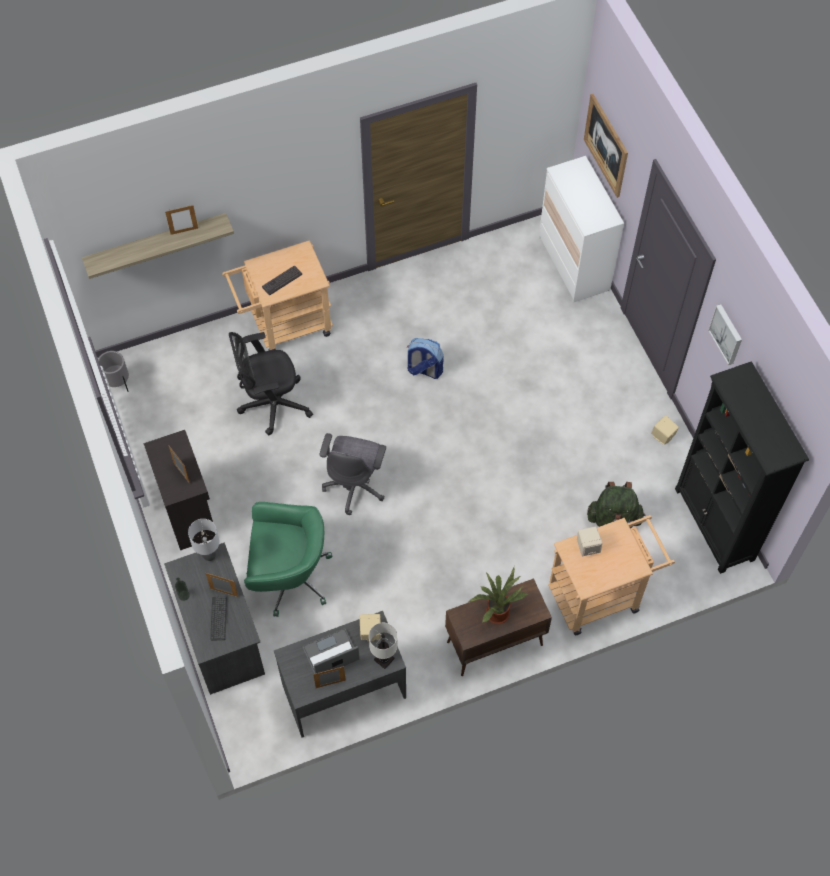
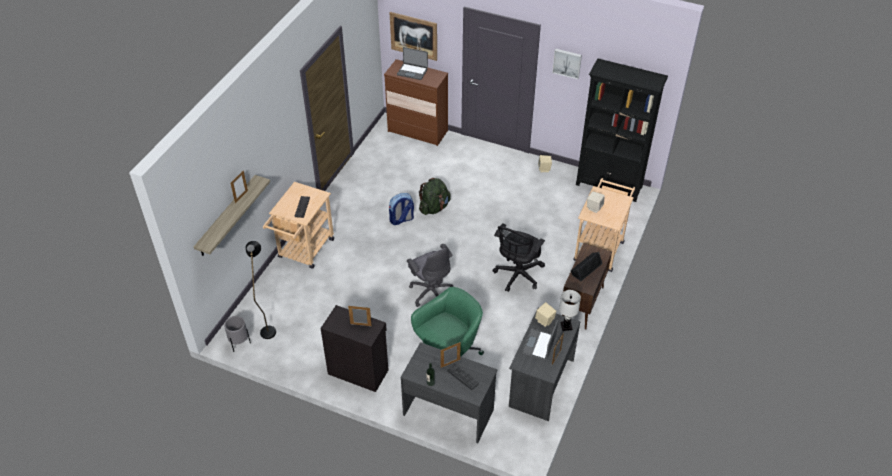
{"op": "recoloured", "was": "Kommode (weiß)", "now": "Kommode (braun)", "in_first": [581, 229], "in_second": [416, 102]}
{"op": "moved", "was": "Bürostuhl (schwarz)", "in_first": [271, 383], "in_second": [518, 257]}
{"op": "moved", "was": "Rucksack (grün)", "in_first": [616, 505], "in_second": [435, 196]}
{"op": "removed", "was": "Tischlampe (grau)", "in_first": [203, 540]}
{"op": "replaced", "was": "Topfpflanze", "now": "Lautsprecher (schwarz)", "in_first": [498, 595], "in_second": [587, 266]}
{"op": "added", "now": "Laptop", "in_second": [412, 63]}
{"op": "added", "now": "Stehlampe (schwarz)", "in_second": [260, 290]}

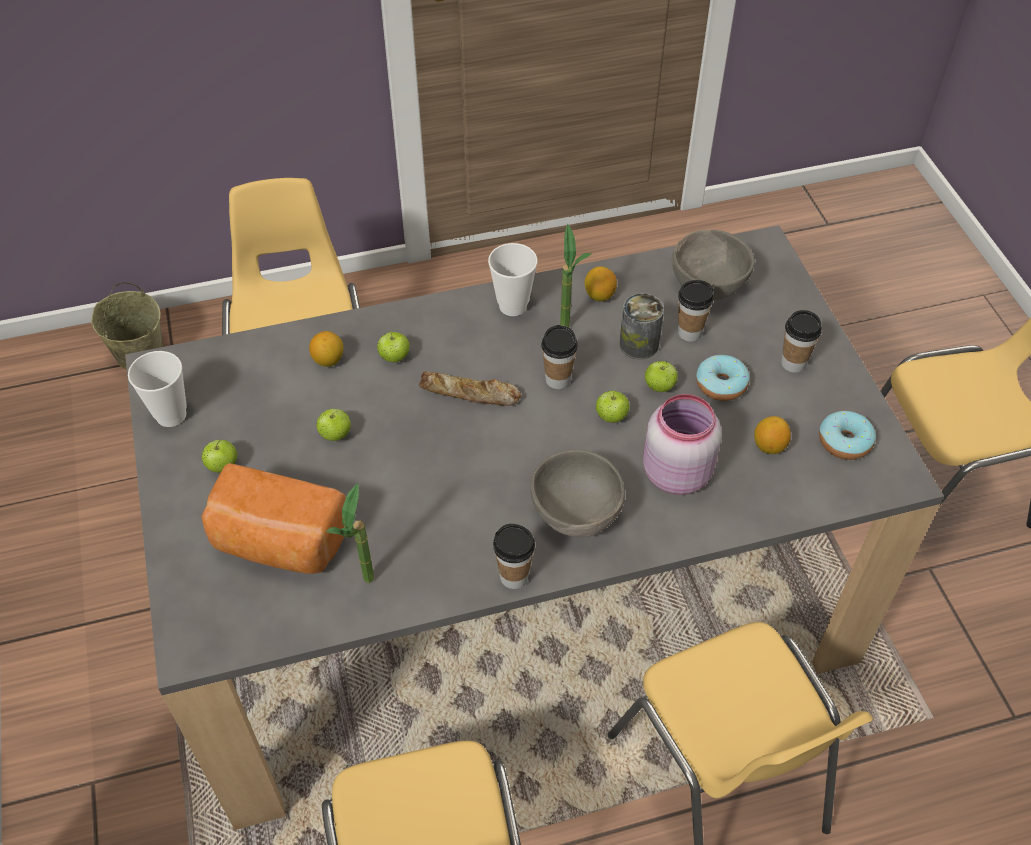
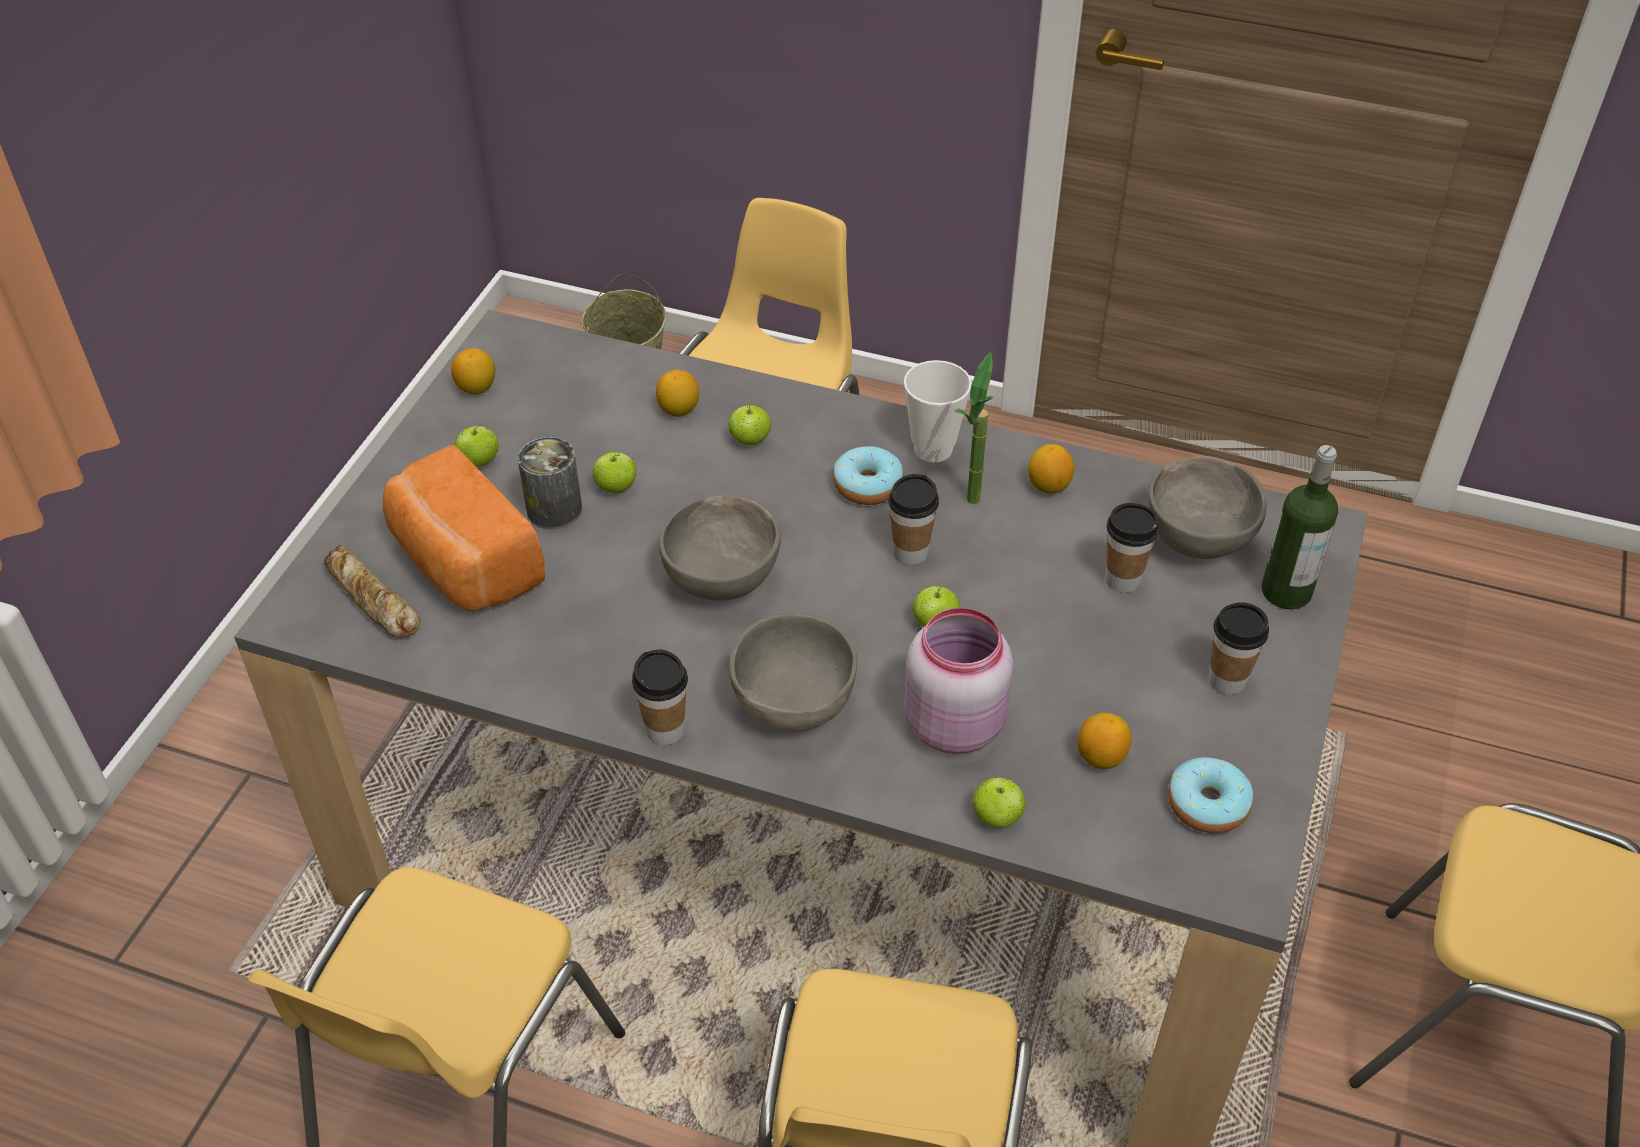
{"op": "moved", "was": "Dose", "in_first": [641, 326], "in_second": [550, 483]}
{"op": "replaced", "was": "Tasse", "now": "Zitrone", "in_first": [157, 389], "in_second": [473, 371]}
{"op": "moved", "was": "Donut", "in_first": [722, 378], "in_second": [868, 475]}
{"op": "moved", "was": "Apfel", "in_first": [661, 376], "in_second": [999, 802]}
{"op": "moved", "was": "Brot", "in_first": [470, 388], "in_second": [372, 591]}
{"op": "removed", "was": "Topfpflanze", "in_first": [349, 533]}
{"op": "added", "now": "Flasche", "in_second": [1299, 527]}
{"op": "added", "now": "Schüssel (grau)", "in_second": [720, 548]}

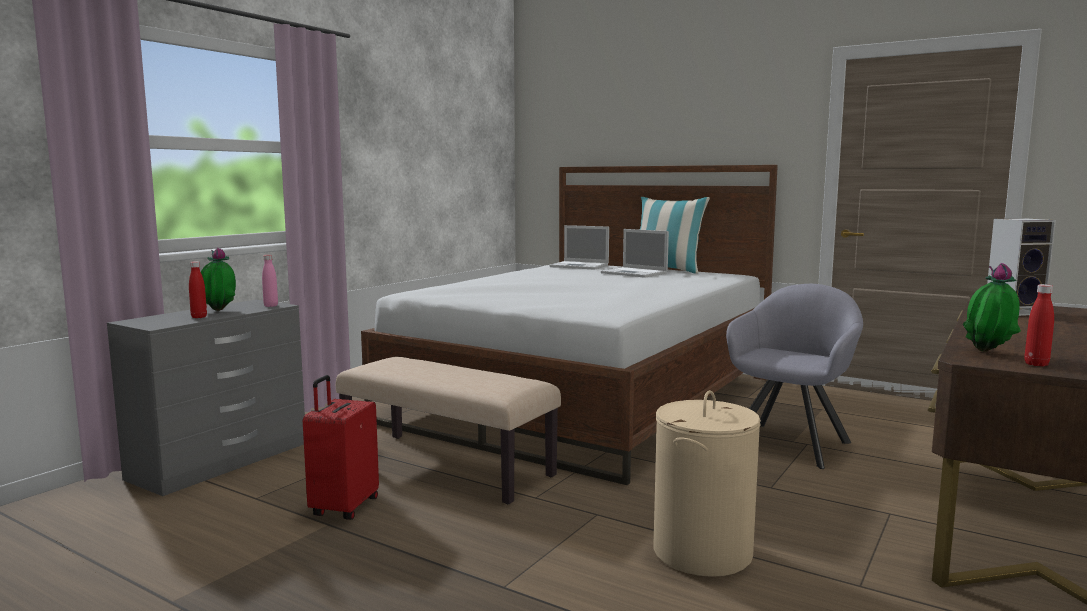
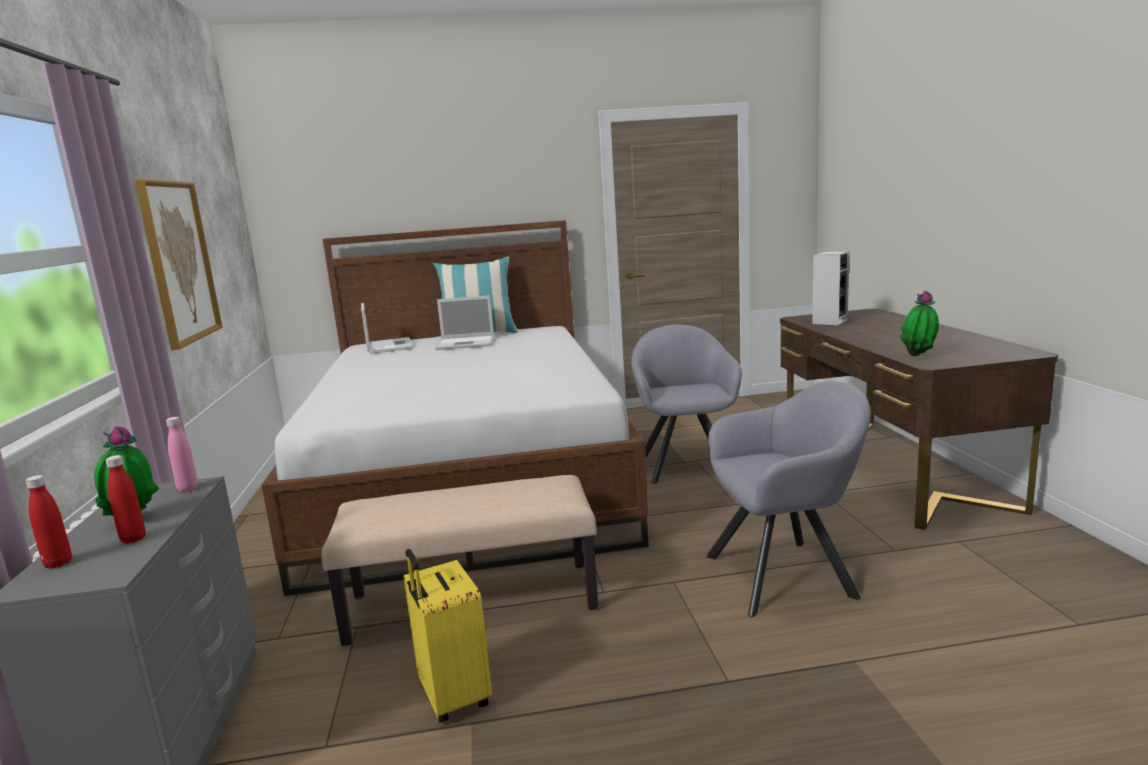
{"op": "turned", "was": "Laptop", "in_first": [579, 247], "in_second": [387, 328], "clockwise": -90}
{"op": "moved", "was": "Flasche (rot)", "in_first": [1039, 325], "in_second": [48, 522]}
{"op": "recoloured", "was": "Koffer (rot)", "now": "Koffer (gelb)", "in_first": [341, 447], "in_second": [447, 636]}
{"op": "replaced", "was": "Wäschekorb (beige)", "now": "Sessel (grau)", "in_first": [707, 483], "in_second": [788, 499]}
{"op": "added", "now": "Bild", "in_second": [178, 264]}

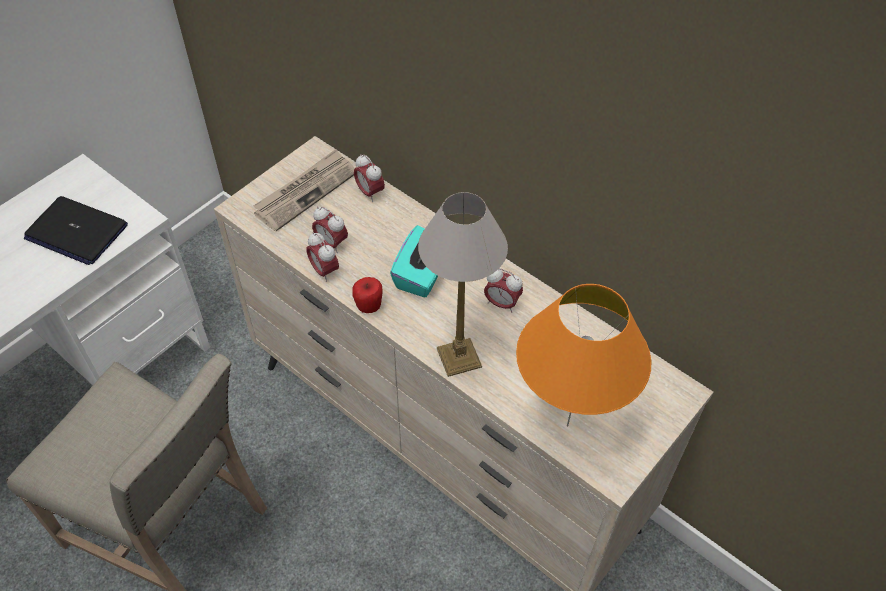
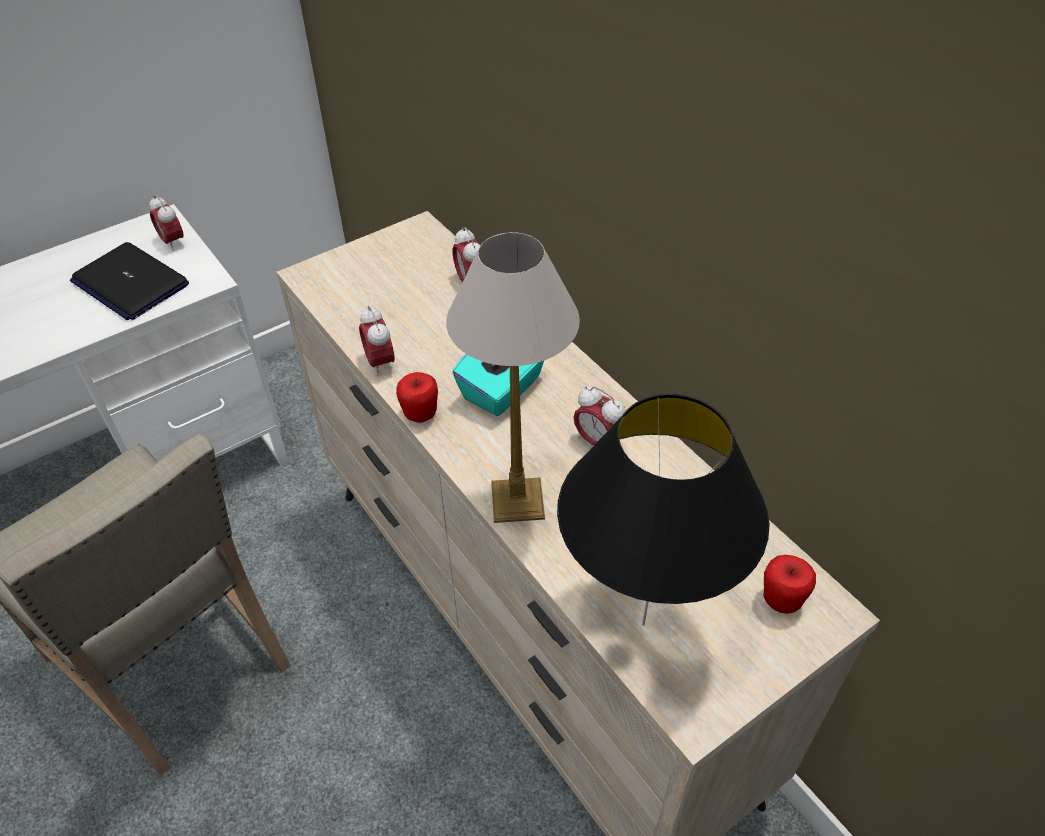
{"op": "removed", "was": "Zeitung", "in_first": [303, 190]}
{"op": "moved", "was": "Wecker", "in_first": [330, 230], "in_second": [166, 223]}
{"op": "recoloured", "was": "Tischlampe (orange)", "now": "Tischlampe (schwarz)", "in_first": [583, 355], "in_second": [663, 509]}
{"op": "added", "now": "Apfel", "in_second": [789, 584]}

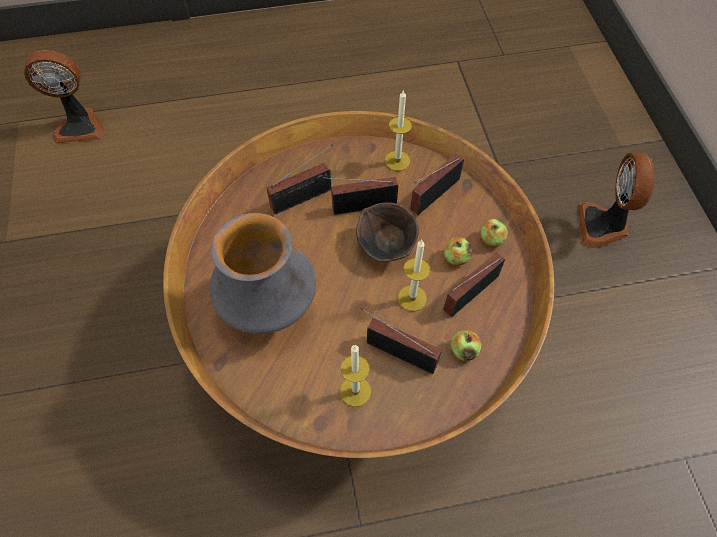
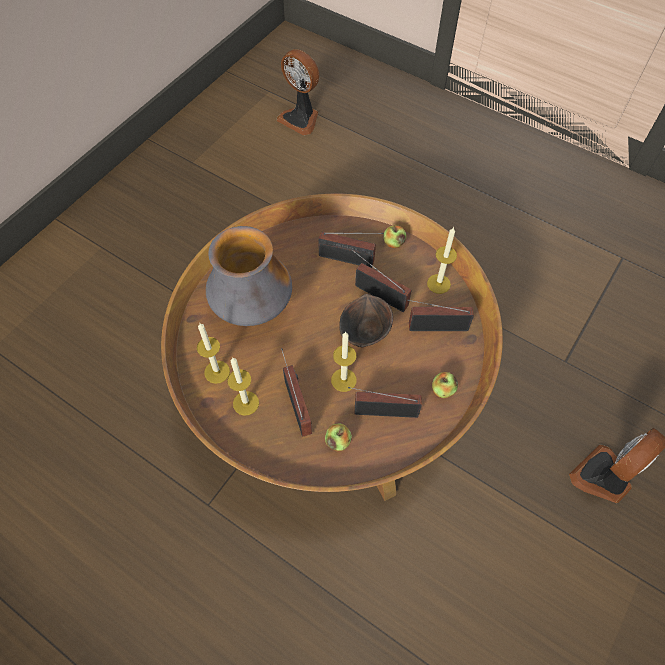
{"op": "moved", "was": "Apfel", "in_first": [458, 251], "in_second": [394, 236]}
{"op": "added", "now": "Kerze", "in_second": [213, 353]}

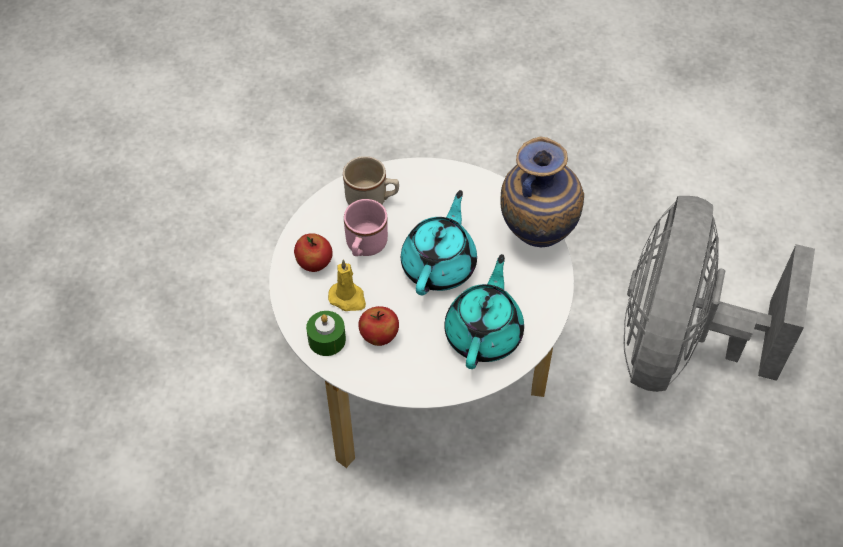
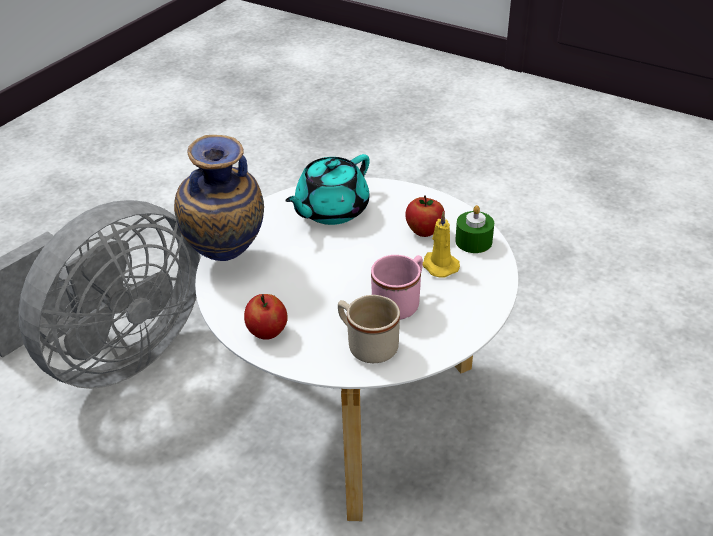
{"op": "removed", "was": "Teekanne (türkis)", "in_first": [439, 242]}
{"op": "moved", "was": "Apfel", "in_first": [313, 252], "in_second": [266, 317]}

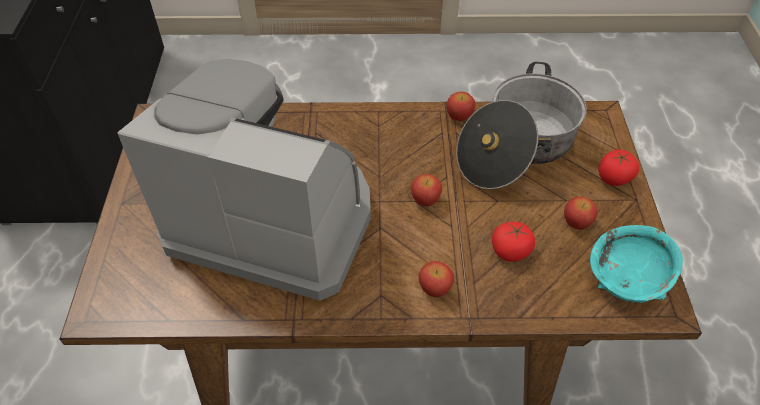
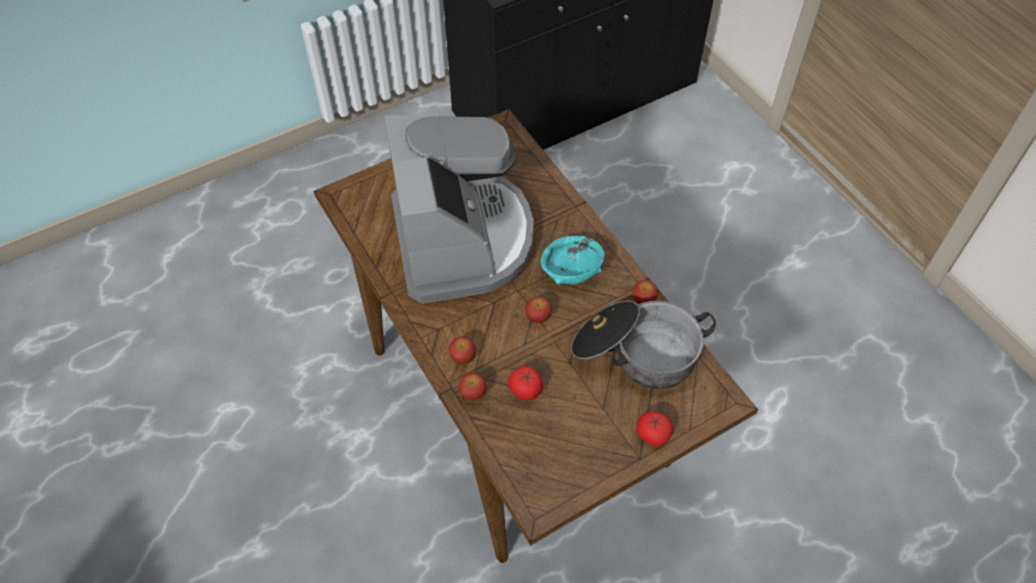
{"op": "moved", "was": "Apfel", "in_first": [581, 213], "in_second": [473, 386]}
{"op": "moved", "was": "Schüssel (türkis)", "in_first": [636, 264], "in_second": [573, 260]}

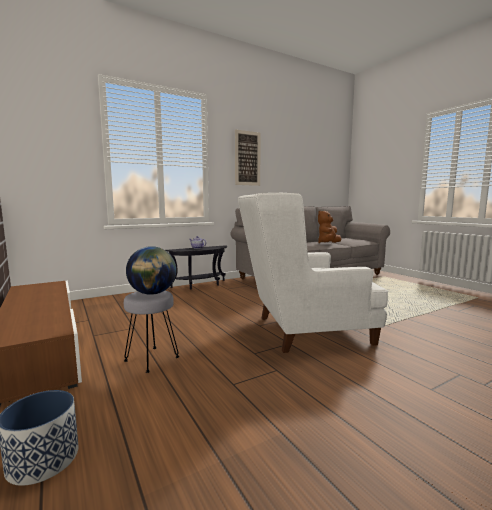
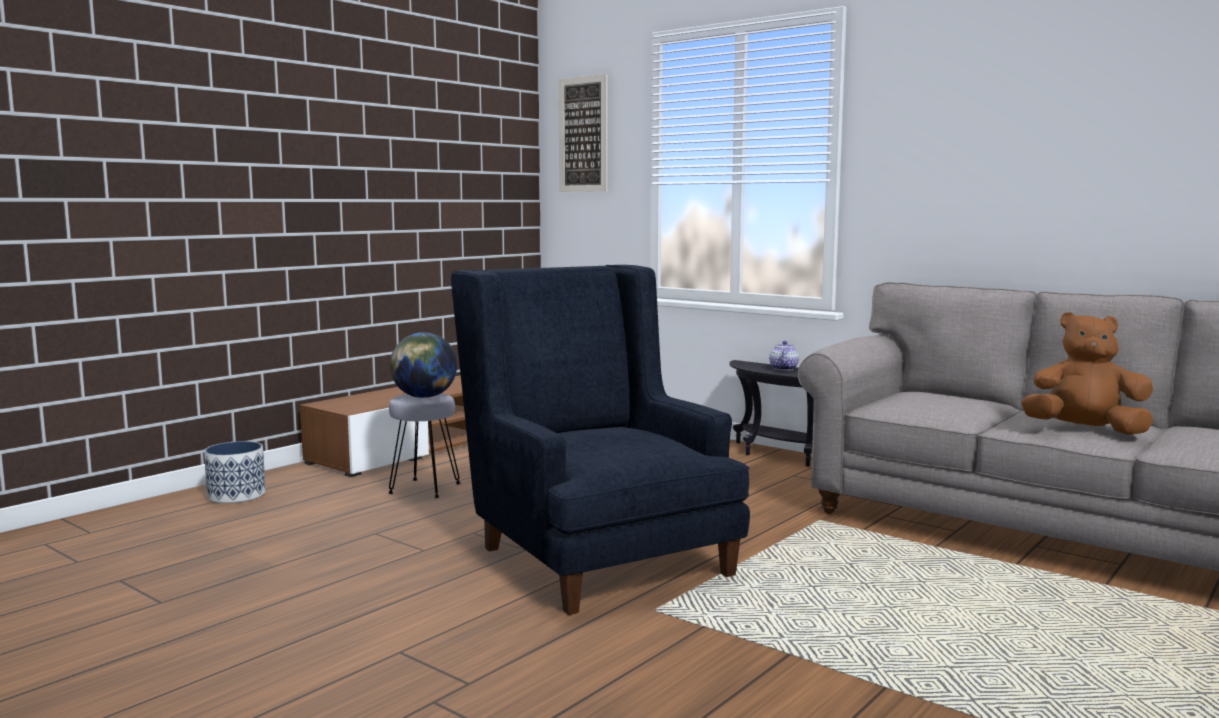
{"op": "moved", "was": "Bild", "in_first": [248, 157], "in_second": [582, 133]}
{"op": "recoloured", "was": "Sessel (weiß)", "now": "Sessel (blau)", "in_first": [313, 273], "in_second": [600, 440]}

